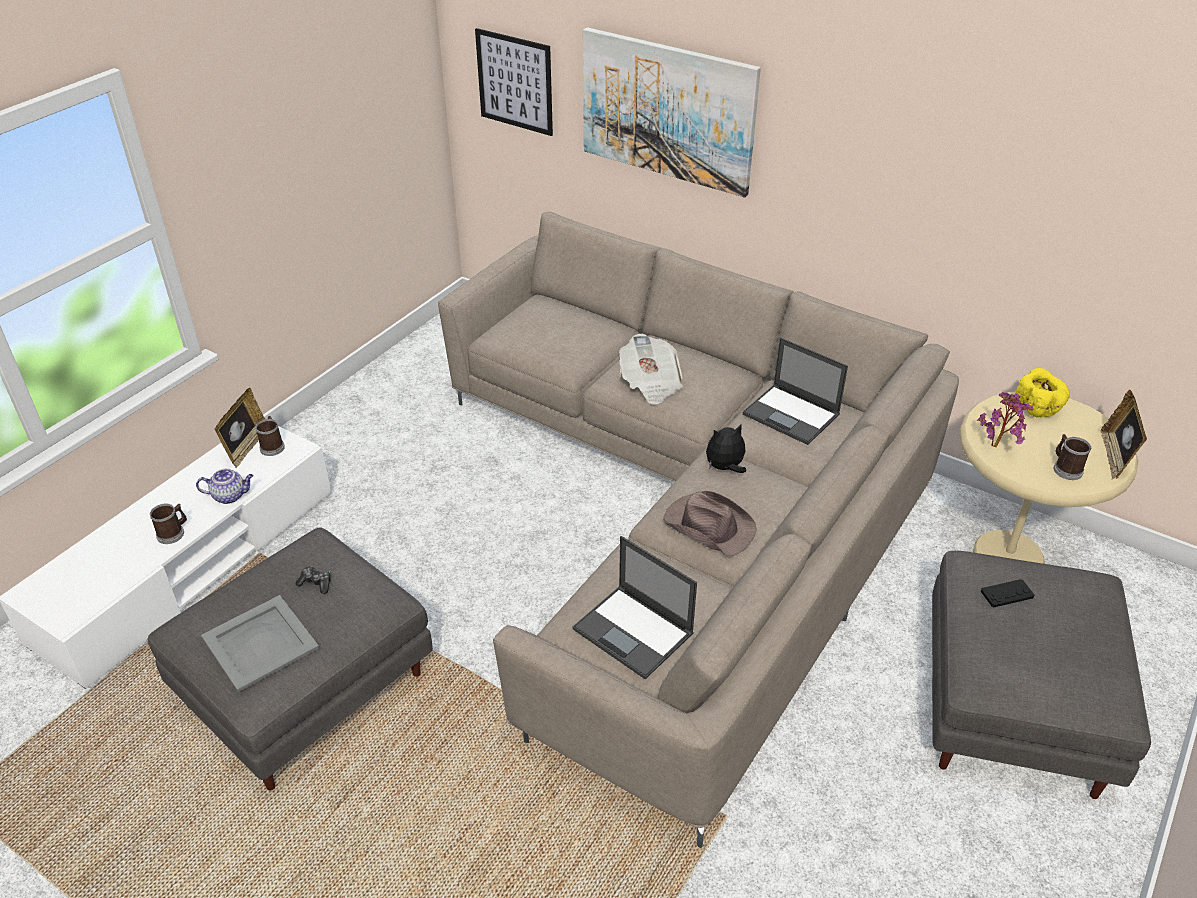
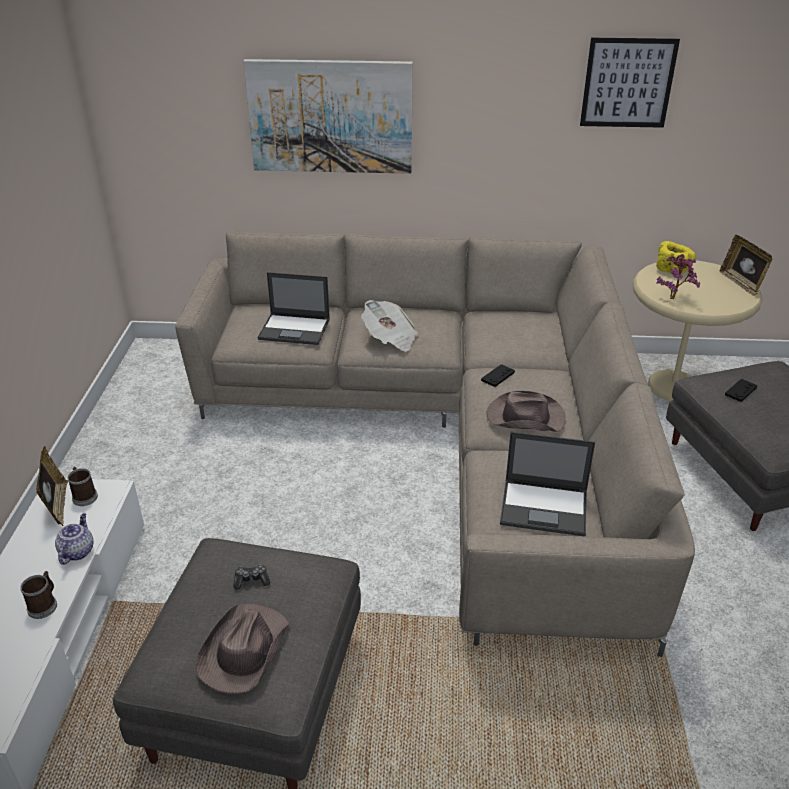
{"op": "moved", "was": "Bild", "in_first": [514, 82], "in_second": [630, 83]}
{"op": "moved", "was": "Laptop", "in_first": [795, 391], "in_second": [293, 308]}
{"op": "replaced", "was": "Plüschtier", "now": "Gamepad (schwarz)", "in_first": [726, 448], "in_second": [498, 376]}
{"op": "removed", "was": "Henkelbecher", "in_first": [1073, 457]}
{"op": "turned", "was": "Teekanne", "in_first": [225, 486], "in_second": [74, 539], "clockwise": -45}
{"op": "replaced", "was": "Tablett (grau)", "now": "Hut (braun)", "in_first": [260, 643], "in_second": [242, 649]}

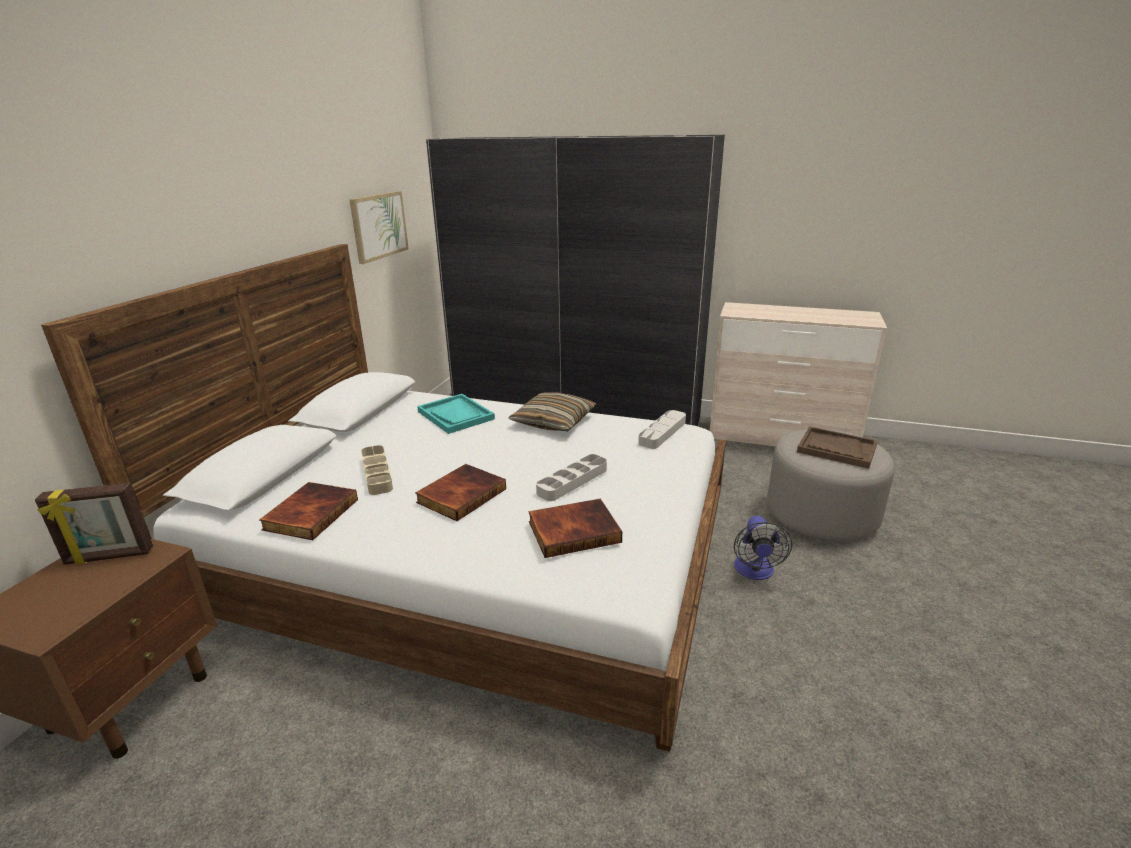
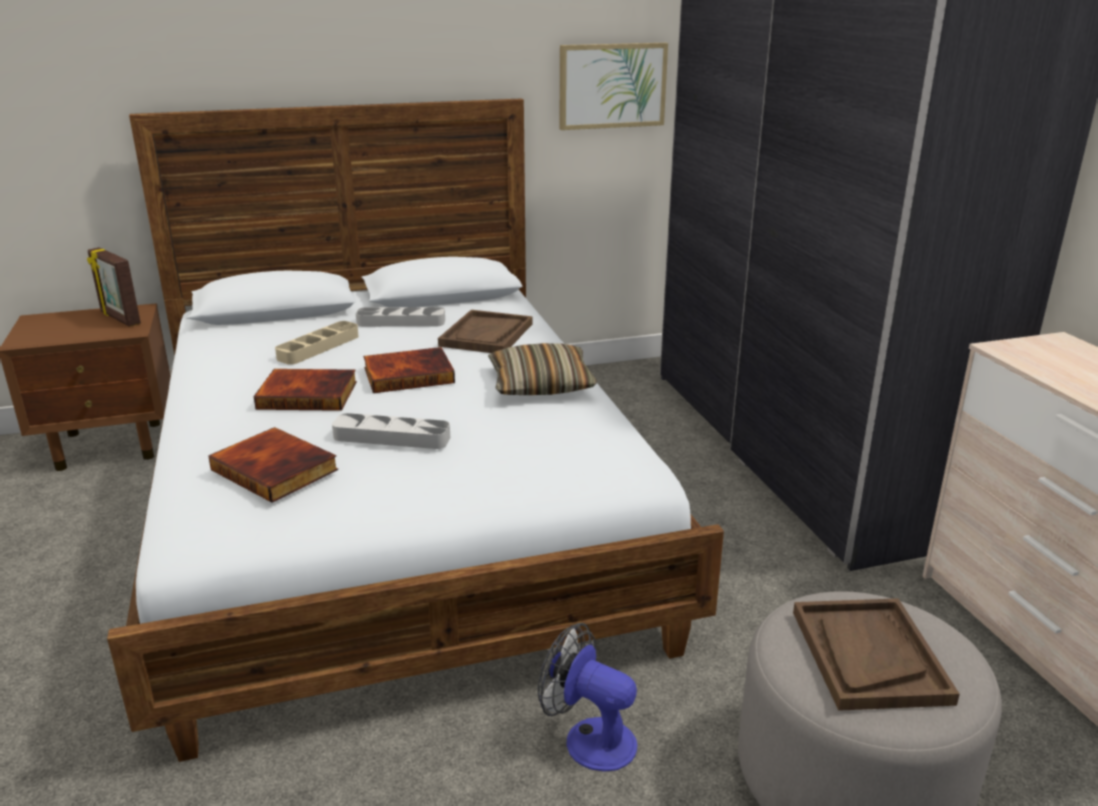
{"op": "recoloured", "was": "Tablett (türkis)", "now": "Tablett (braun)", "in_first": [456, 414], "in_second": [485, 331]}
{"op": "moved", "was": "Tablett (grau)", "in_first": [662, 429], "in_second": [400, 317]}
{"op": "moved", "was": "Buch", "in_first": [308, 511], "in_second": [409, 370]}
{"op": "turned", "was": "Ventilator", "in_first": [763, 548], "in_second": [587, 697], "clockwise": 60}

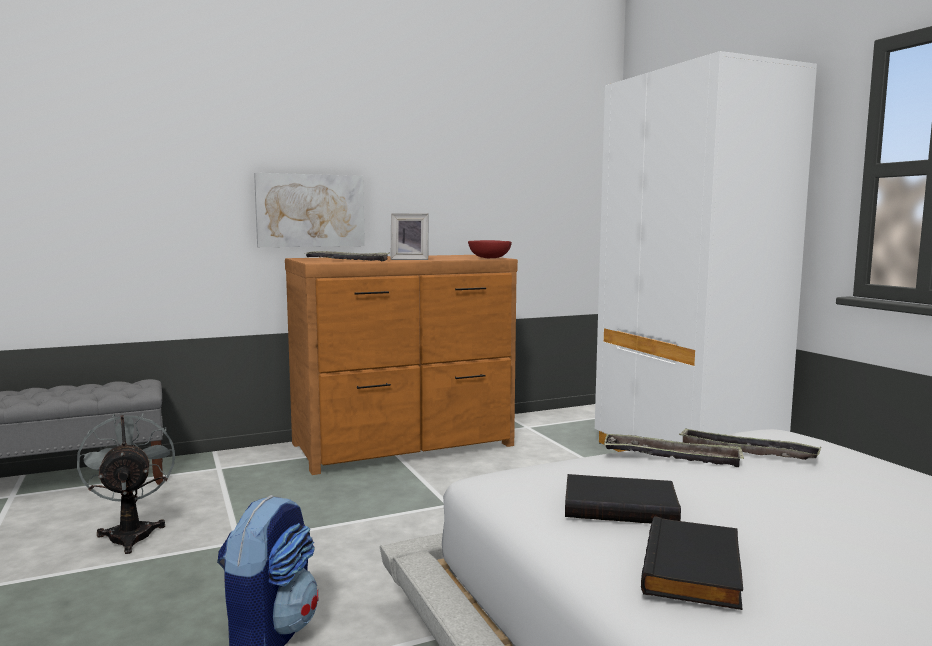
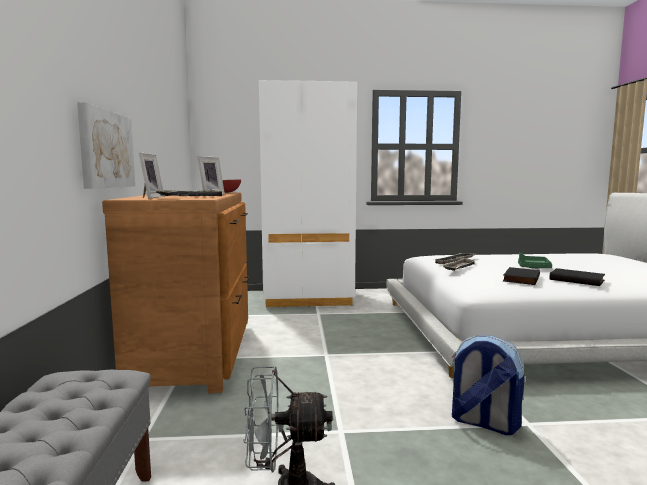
{"op": "added", "now": "Bilderrahmen", "in_second": [151, 176]}
{"op": "added", "now": "Tablett (grün)", "in_second": [535, 260]}

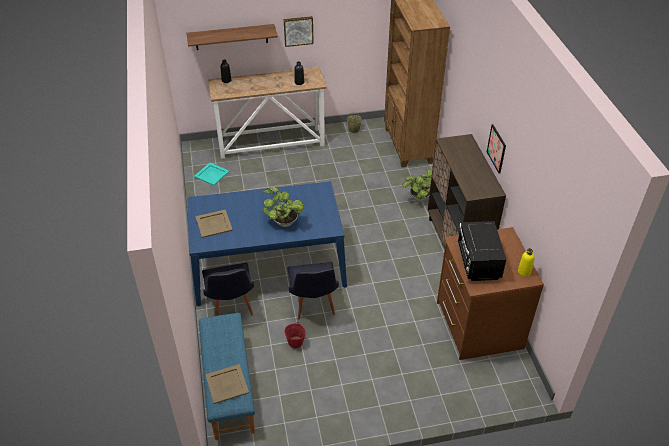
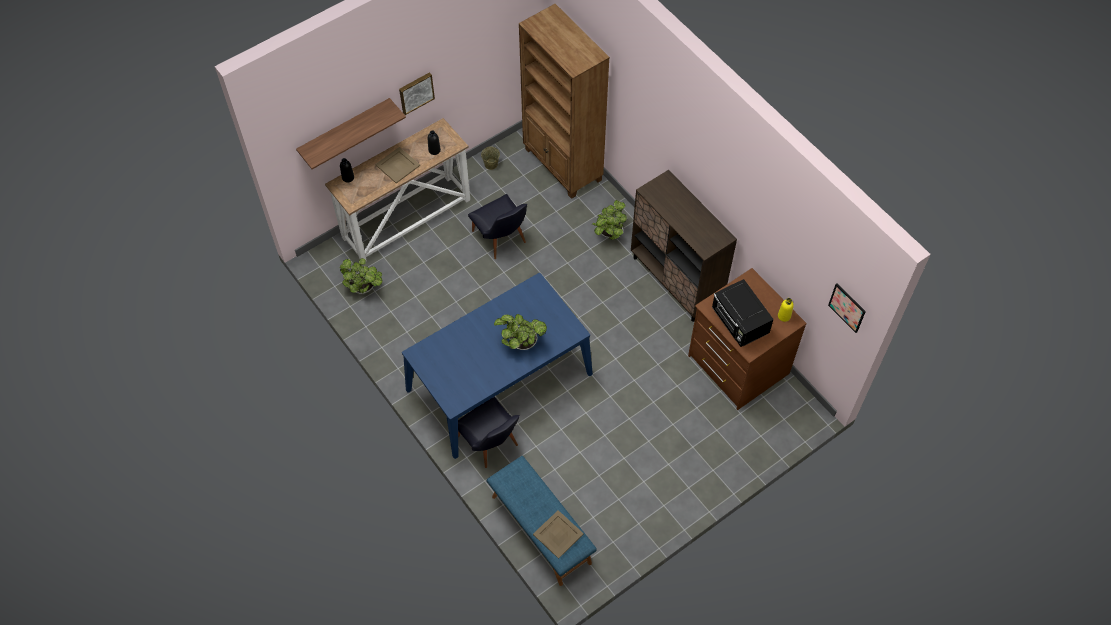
{"op": "moved", "was": "Bild", "in_first": [496, 149], "in_second": [847, 308]}
{"op": "replaced", "was": "Tablett (türkis)", "now": "Topfpflanze", "in_first": [212, 174], "in_second": [360, 276]}
{"op": "moved", "was": "Tablett (beige)", "in_first": [214, 224], "in_second": [397, 165]}
{"op": "moved", "was": "Stuhl (schwarz)", "in_first": [313, 290], "in_second": [497, 226]}
{"op": "removed", "was": "Eimer (rot)", "in_first": [295, 335]}

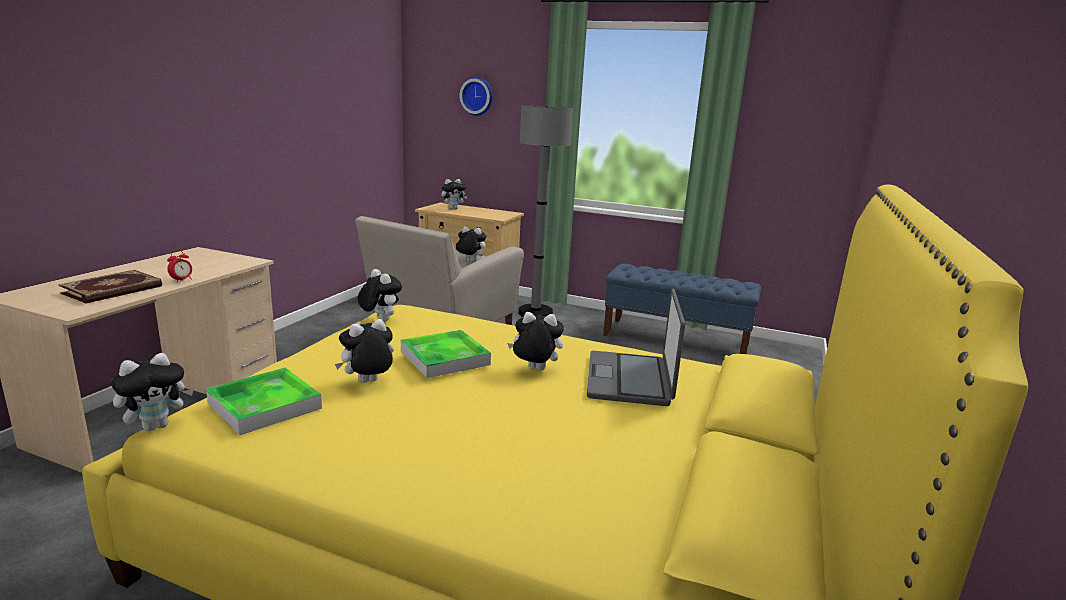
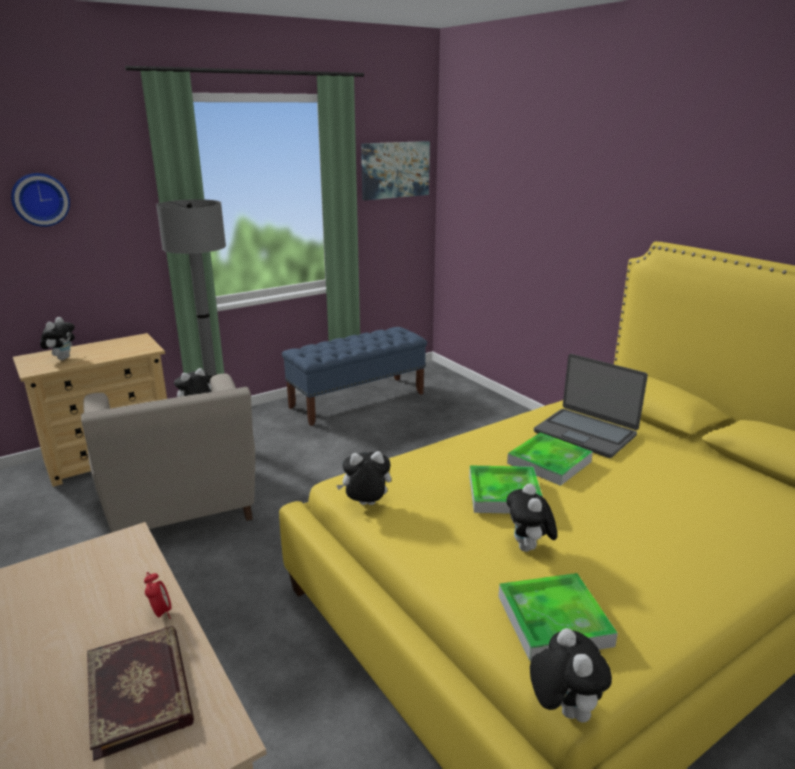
{"op": "replaced", "was": "Plüschtier", "now": "Tablett", "in_first": [535, 341], "in_second": [550, 459]}
{"op": "added", "now": "Bild", "in_second": [395, 170]}

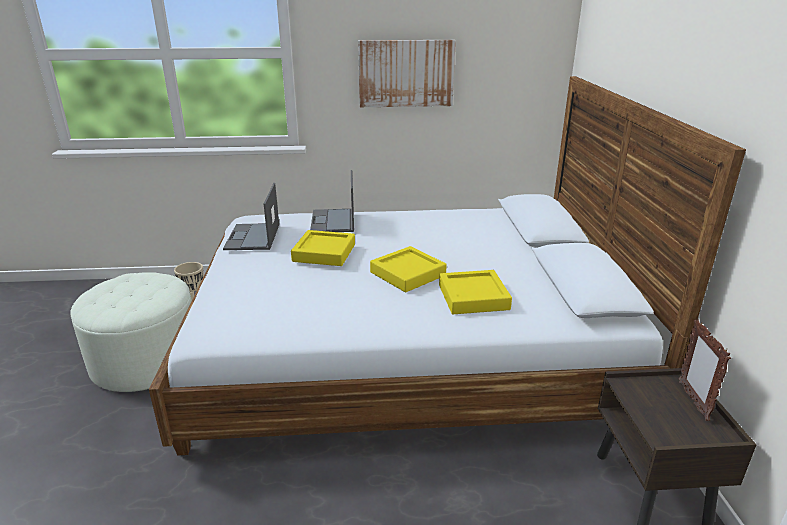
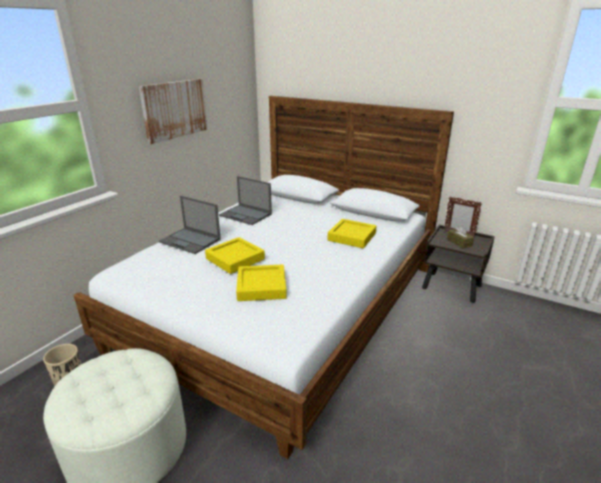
{"op": "moved", "was": "Laptop", "in_first": [251, 216], "in_second": [245, 200]}
{"op": "moved", "was": "Tablett (gelb)", "in_first": [408, 269], "in_second": [261, 283]}
{"op": "added", "now": "Taschentuchbox (braun)", "in_second": [460, 237]}

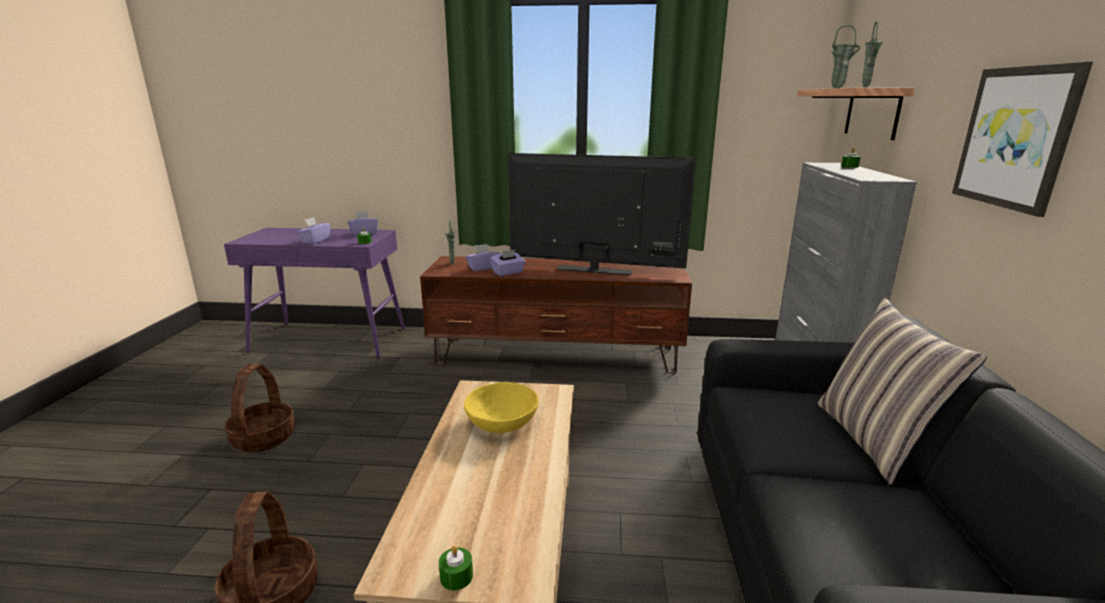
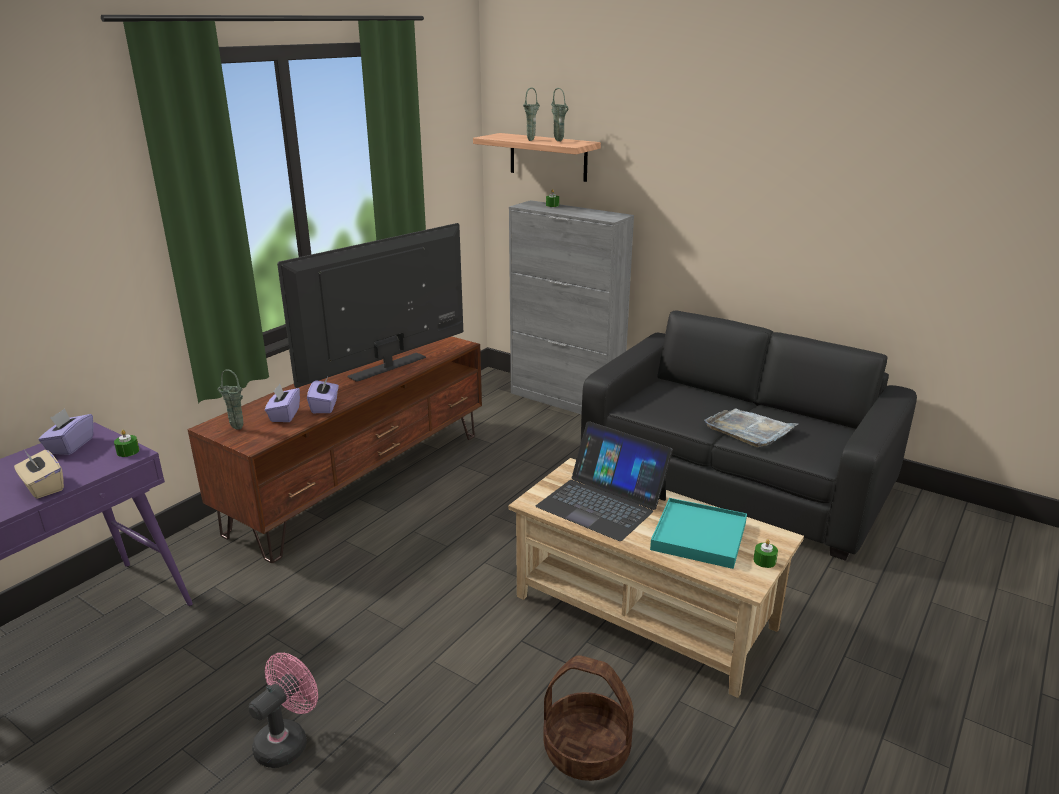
{"op": "removed", "was": "Bild", "in_first": [1022, 139]}
{"op": "recoloured", "was": "Taschentuchbox (lila)", "now": "Taschentuchbox (beige)", "in_first": [313, 230], "in_second": [39, 474]}
{"op": "removed", "was": "Kissen", "in_first": [902, 391]}
{"op": "replaced", "was": "Korb", "now": "Ventilator (rosa)", "in_first": [260, 407], "in_second": [283, 710]}
{"op": "replaced", "was": "Schüssel (gelb)", "now": "Laptop", "in_first": [501, 407], "in_second": [604, 481]}
{"op": "added", "now": "Tablett (grau)", "in_second": [751, 427]}
{"op": "added", "now": "Tablett (türkis)", "in_second": [698, 533]}

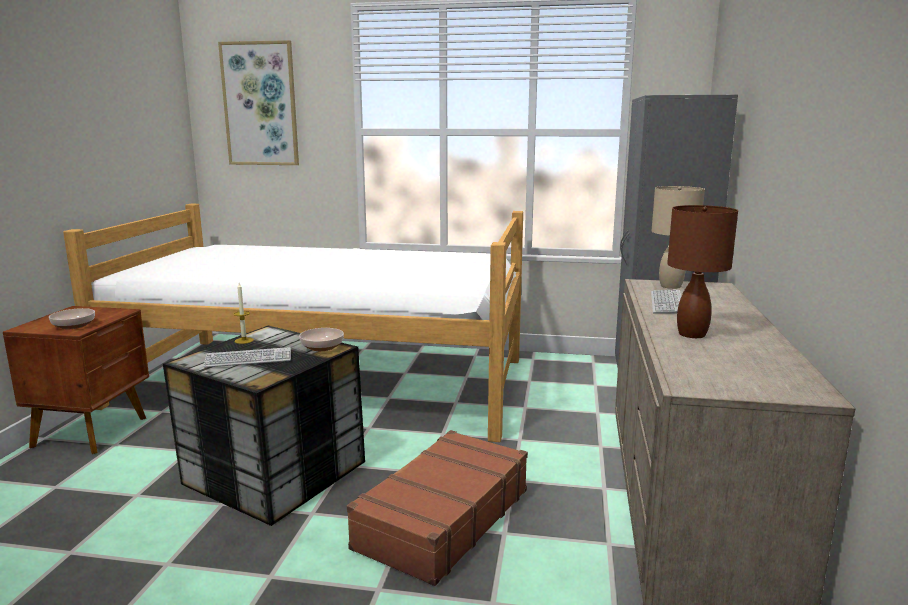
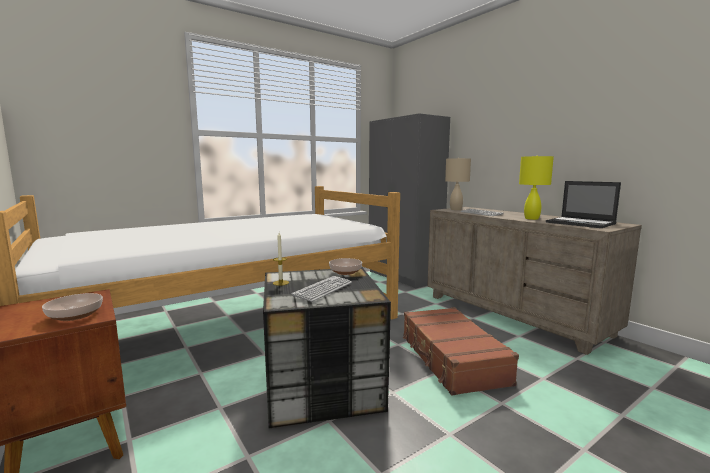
{"op": "removed", "was": "Bild", "in_first": [258, 102]}
{"op": "recoloured", "was": "Tischlampe (braun)", "now": "Tischlampe (gelb)", "in_first": [702, 271], "in_second": [536, 188]}
{"op": "added", "now": "Laptop", "in_second": [583, 204]}

